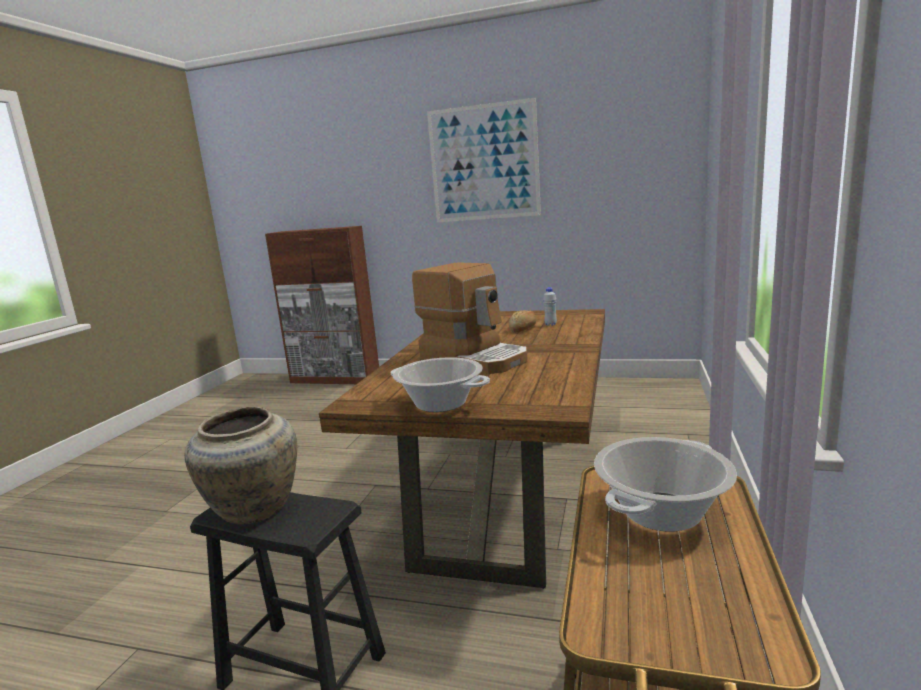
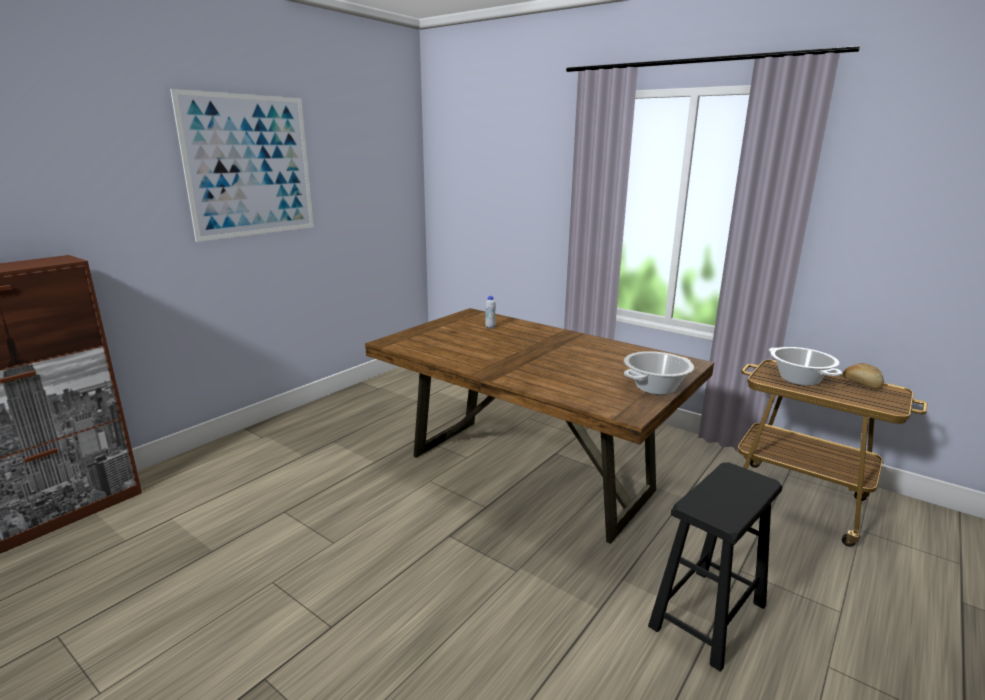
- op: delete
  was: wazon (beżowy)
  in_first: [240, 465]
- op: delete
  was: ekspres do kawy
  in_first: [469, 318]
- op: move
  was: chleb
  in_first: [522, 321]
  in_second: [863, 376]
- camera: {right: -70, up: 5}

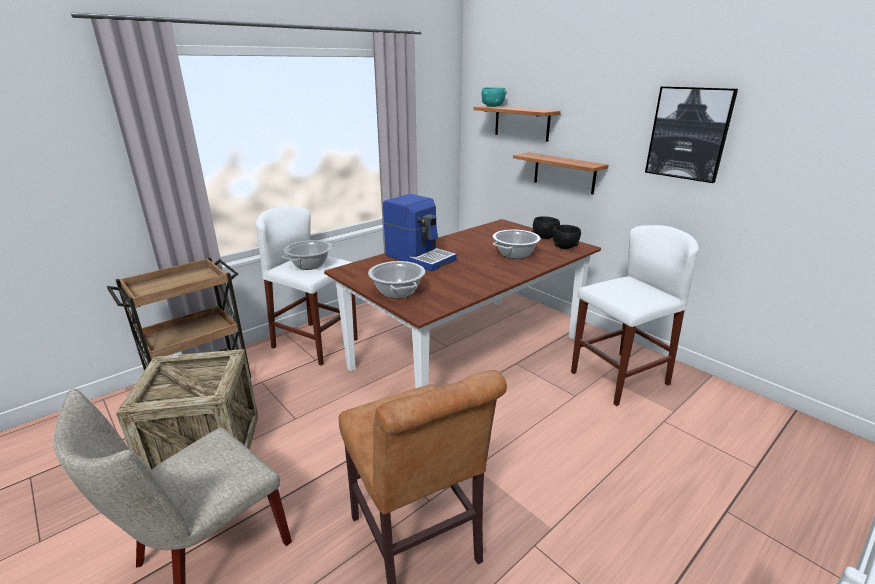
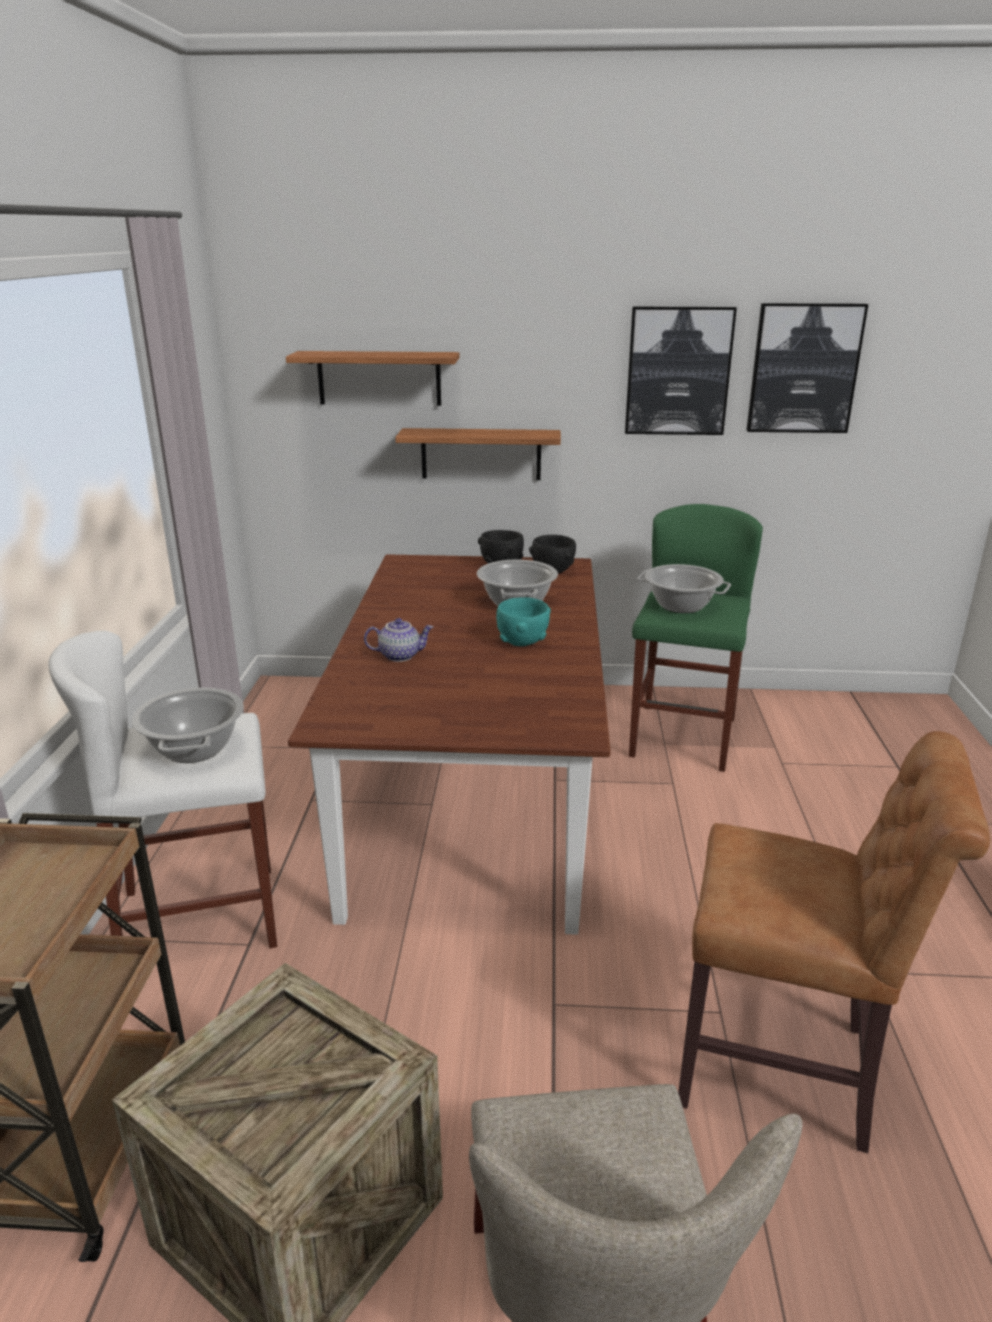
- op: move
  was: garnek
  in_first: [396, 280]
  in_second: [684, 588]
- op: replace
  was: ekspres do kawy
  now: imbryk
  in_first: [420, 232]
  in_second: [399, 640]
- op: move
  was: miska (turkusowy)
  in_first: [494, 97]
  in_second: [523, 621]
- op: recolor
  was: stołek (biały)
  now: stołek (zielony)
  in_first: [635, 315]
  in_second: [696, 638]
- op: insert
  now: obraz
  in_second: [807, 368]
- camera: {right: -45, up: 0}

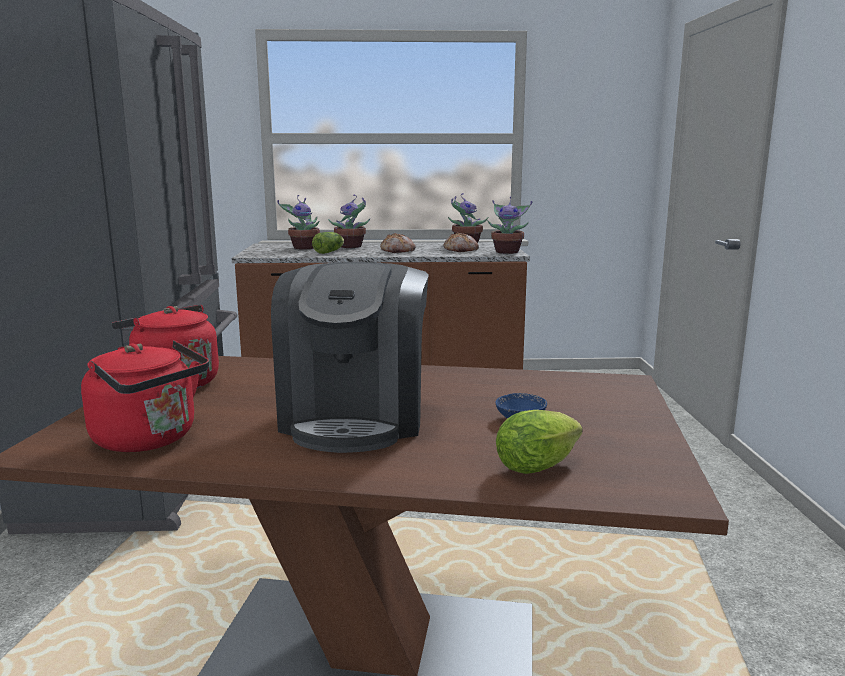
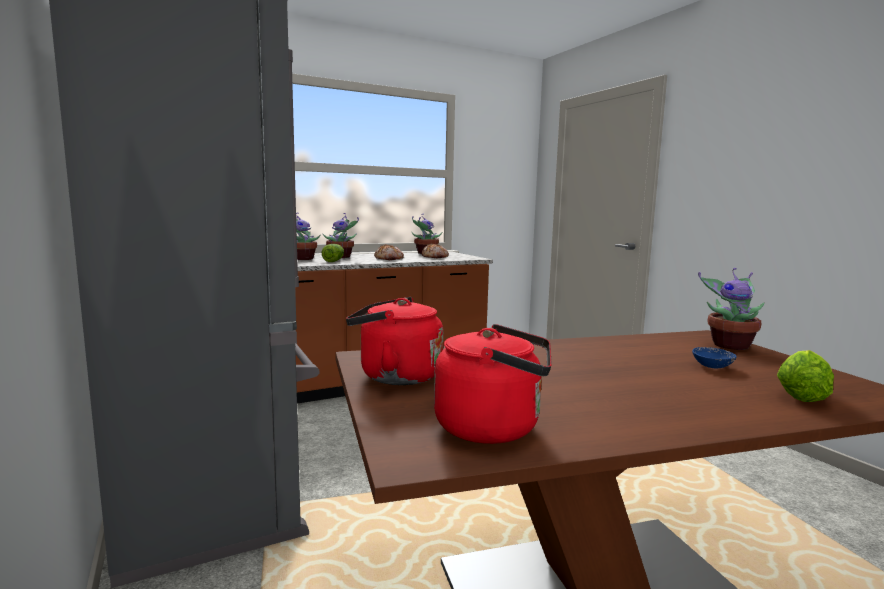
- op: delete
  was: ekspres do kawy
  in_first: [350, 357]
- op: move
  was: roślina doniczkowa
  in_first: [509, 225]
  in_second: [731, 309]
- camera: {right: -25, up: -5}

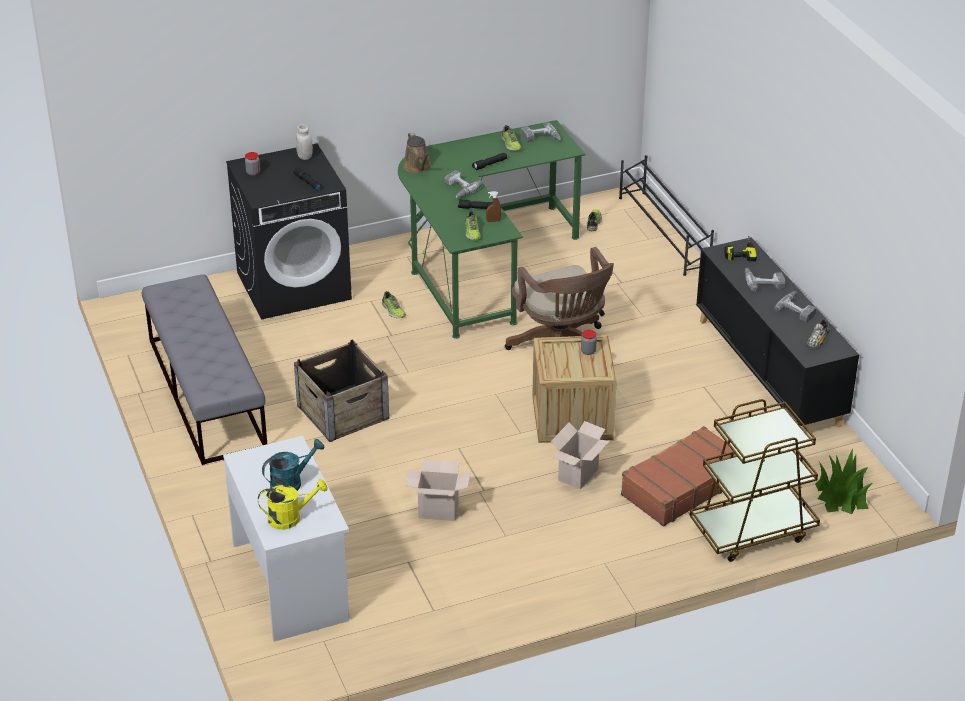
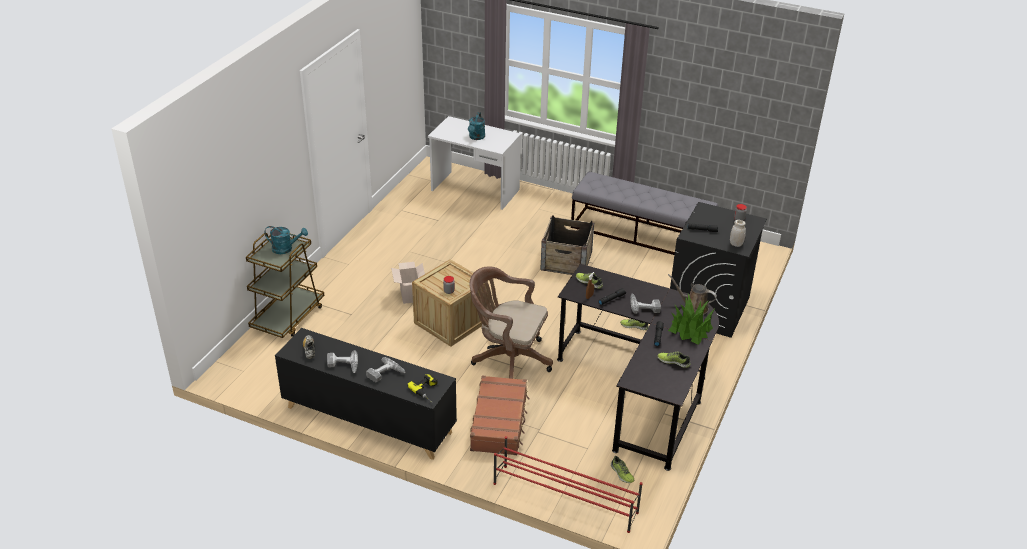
- op: delete
  was: konewka (żółty)
  in_first: [293, 504]
- op: recolor
  was: biurko (zielony)
  now: biurko (czarny)
  in_first: [491, 229]
  in_second: [638, 367]
- op: delete
  was: karton
  in_first: [437, 490]
- op: delete
  was: wiertarka
  in_first: [541, 132]
- op: recolor
  was: regał na buty (czarny)
  now: regał na buty (czerwony)
  in_first: [666, 215]
  in_second: [568, 484]
- op: move
  was: walizka (brązowy)
  in_first: [678, 476]
  in_second: [499, 415]
- op: move
  was: roślina doniczkowa
  in_first: [844, 481]
  in_second: [691, 319]
- op: insert
  now: konewka (turkusowy)
  in_second: [286, 240]
- camera: {right: 135, up: 0}

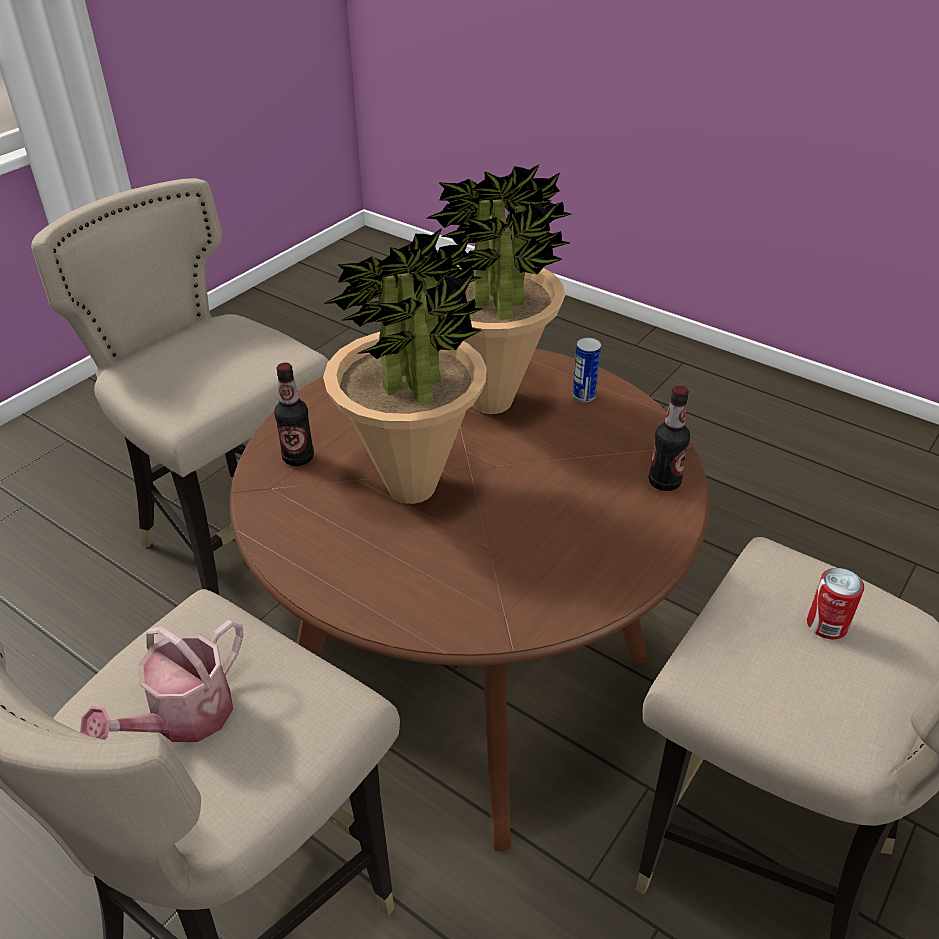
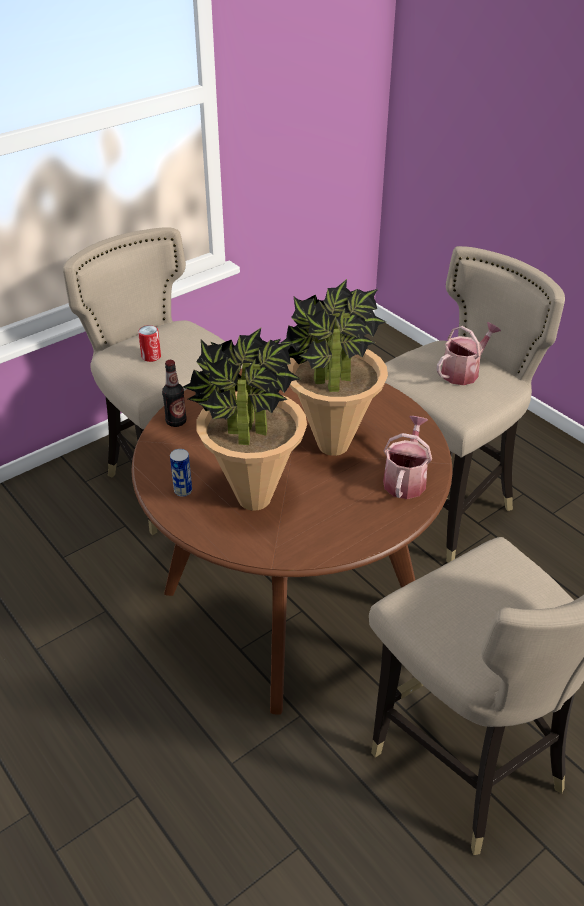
- op: replace
  was: butelka
  now: konewka
  in_first: [294, 414]
  in_second: [407, 457]
- camera: {right: -165, up: 0}

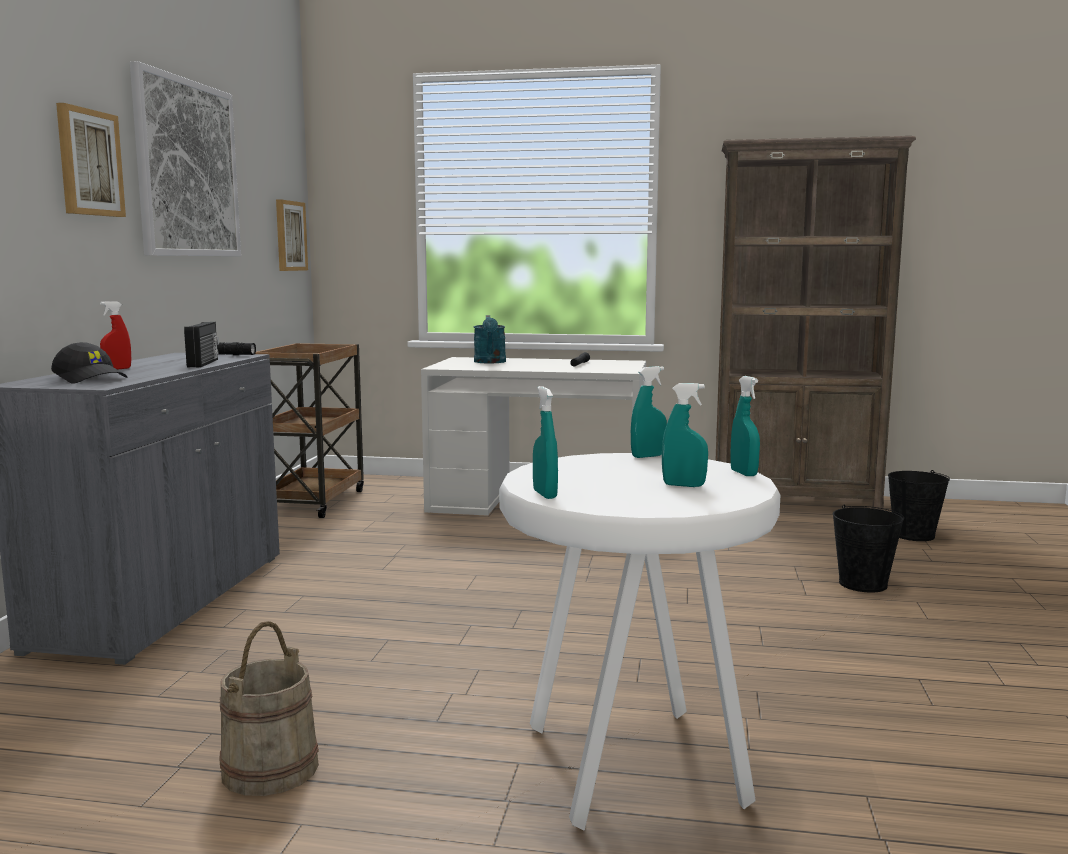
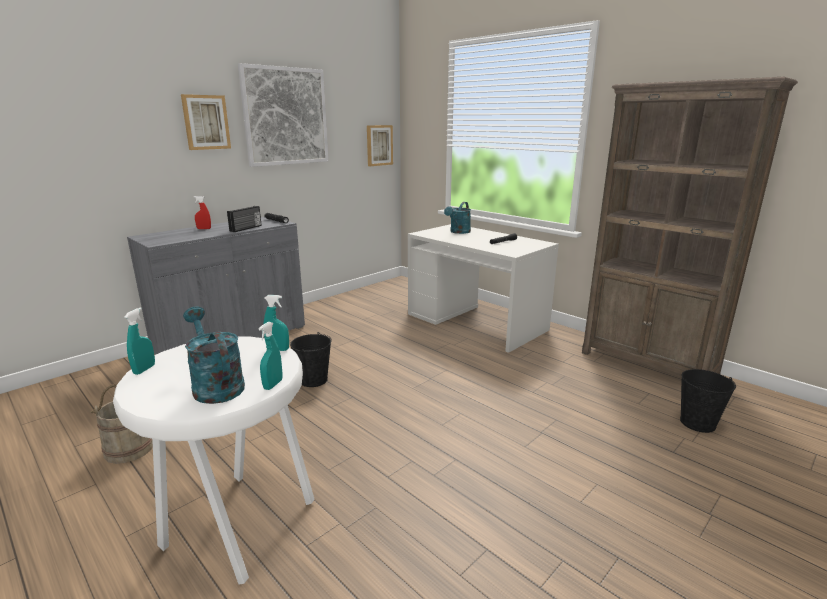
- op: delete
  was: czapka z daszkiem (czarny)
  in_first: [89, 362]
- op: delete
  was: wózek (brązowy)
  in_first: [309, 430]
- op: replace
  was: spryskiwacz (turkusowy)
  now: konewka (turkusowy)
  in_first: [685, 435]
  in_second: [214, 355]
- op: move
  was: wiadro (czarny)
  in_first: [868, 549]
  in_second: [311, 359]
- camera: {right: 35, up: 10}

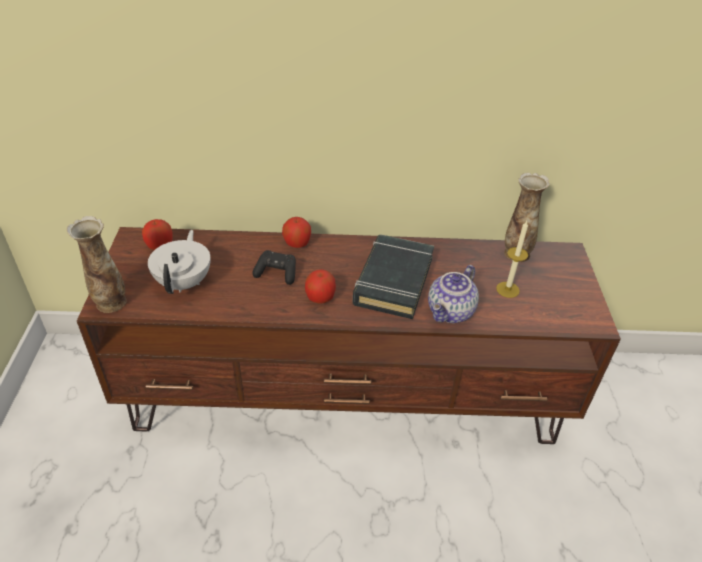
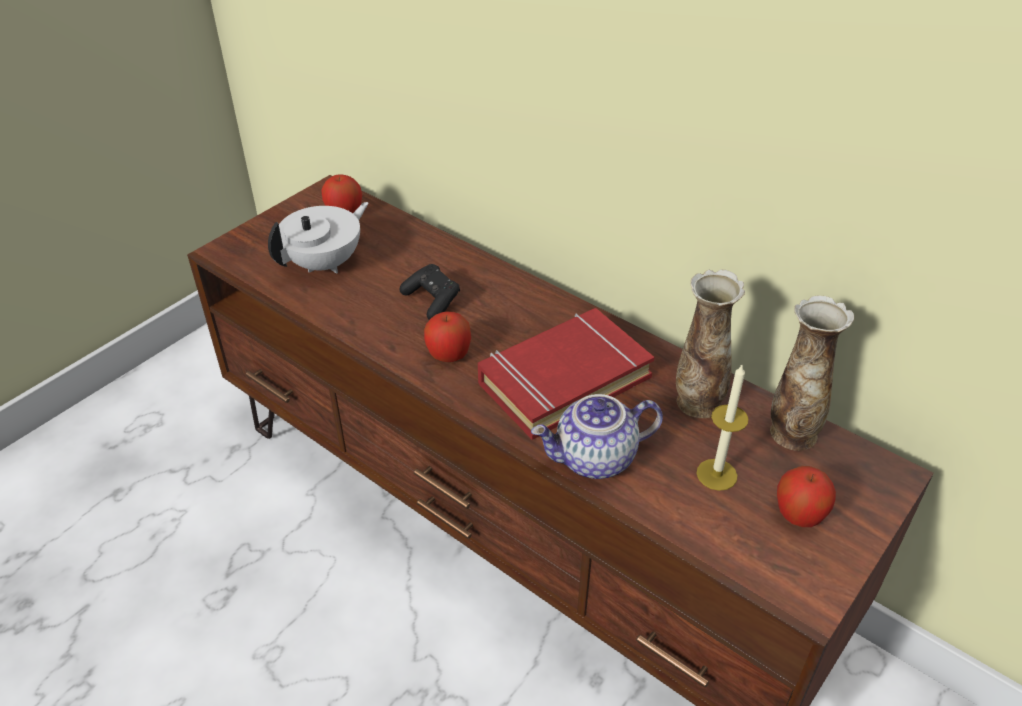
- op: move
  was: wazon
  in_first: [97, 264]
  in_second: [710, 343]
- op: move
  was: jabłko
  in_first: [296, 232]
  in_second: [806, 496]
- op: recolor
  was: książka (czarny)
  now: książka (czerwony)
  in_first: [393, 276]
  in_second: [566, 374]
- camera: {right: 40, up: 0}

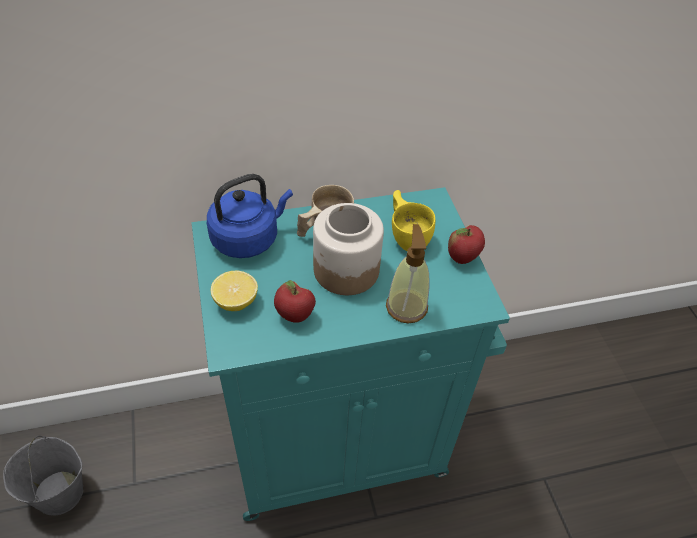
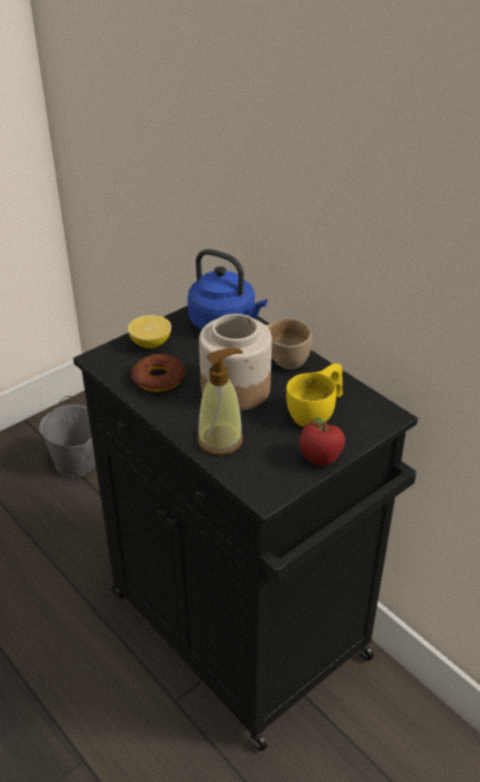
- op: recolor
  was: szafka (turkusowy)
  now: szafka (czarny)
  in_first: [351, 354]
  in_second: [245, 528]
- op: replace
  was: jabłko
  now: donut
  in_first: [295, 301]
  in_second: [159, 373]
- camera: {right: 65, up: -10}

